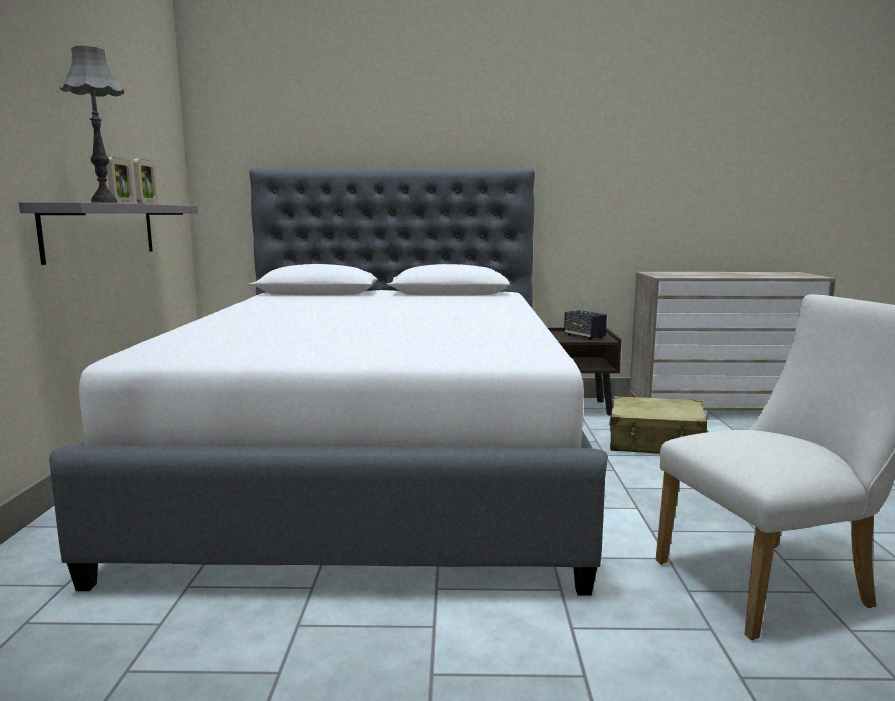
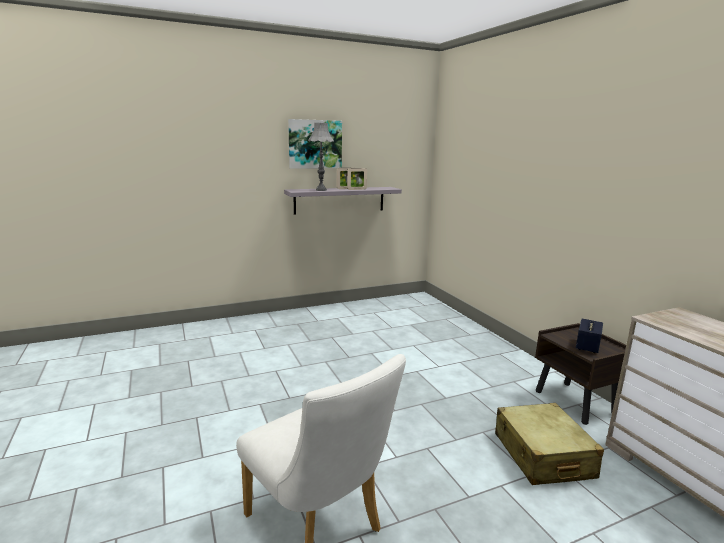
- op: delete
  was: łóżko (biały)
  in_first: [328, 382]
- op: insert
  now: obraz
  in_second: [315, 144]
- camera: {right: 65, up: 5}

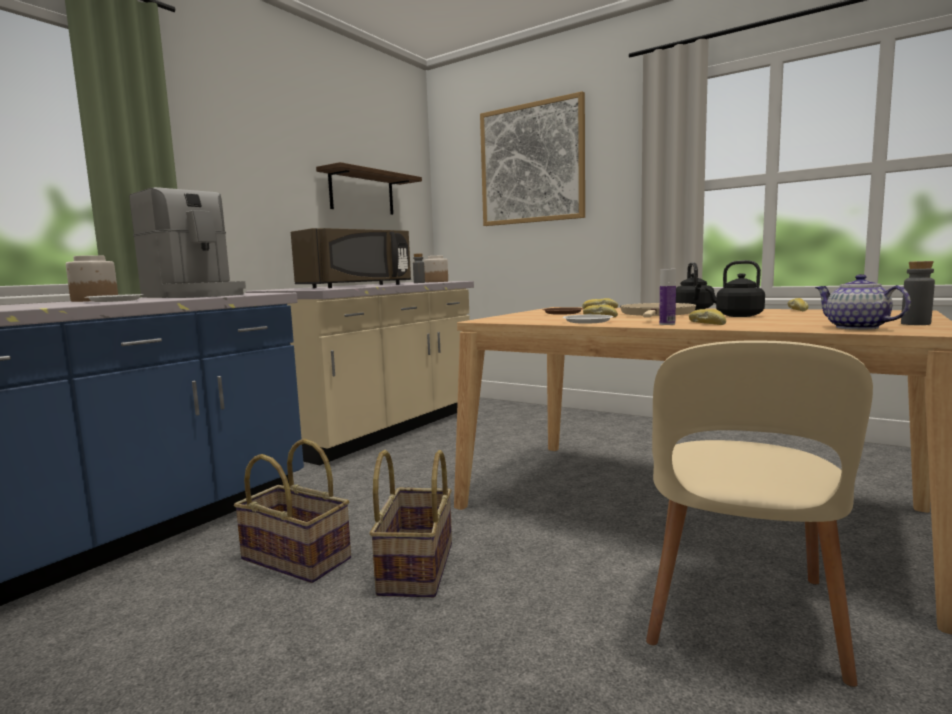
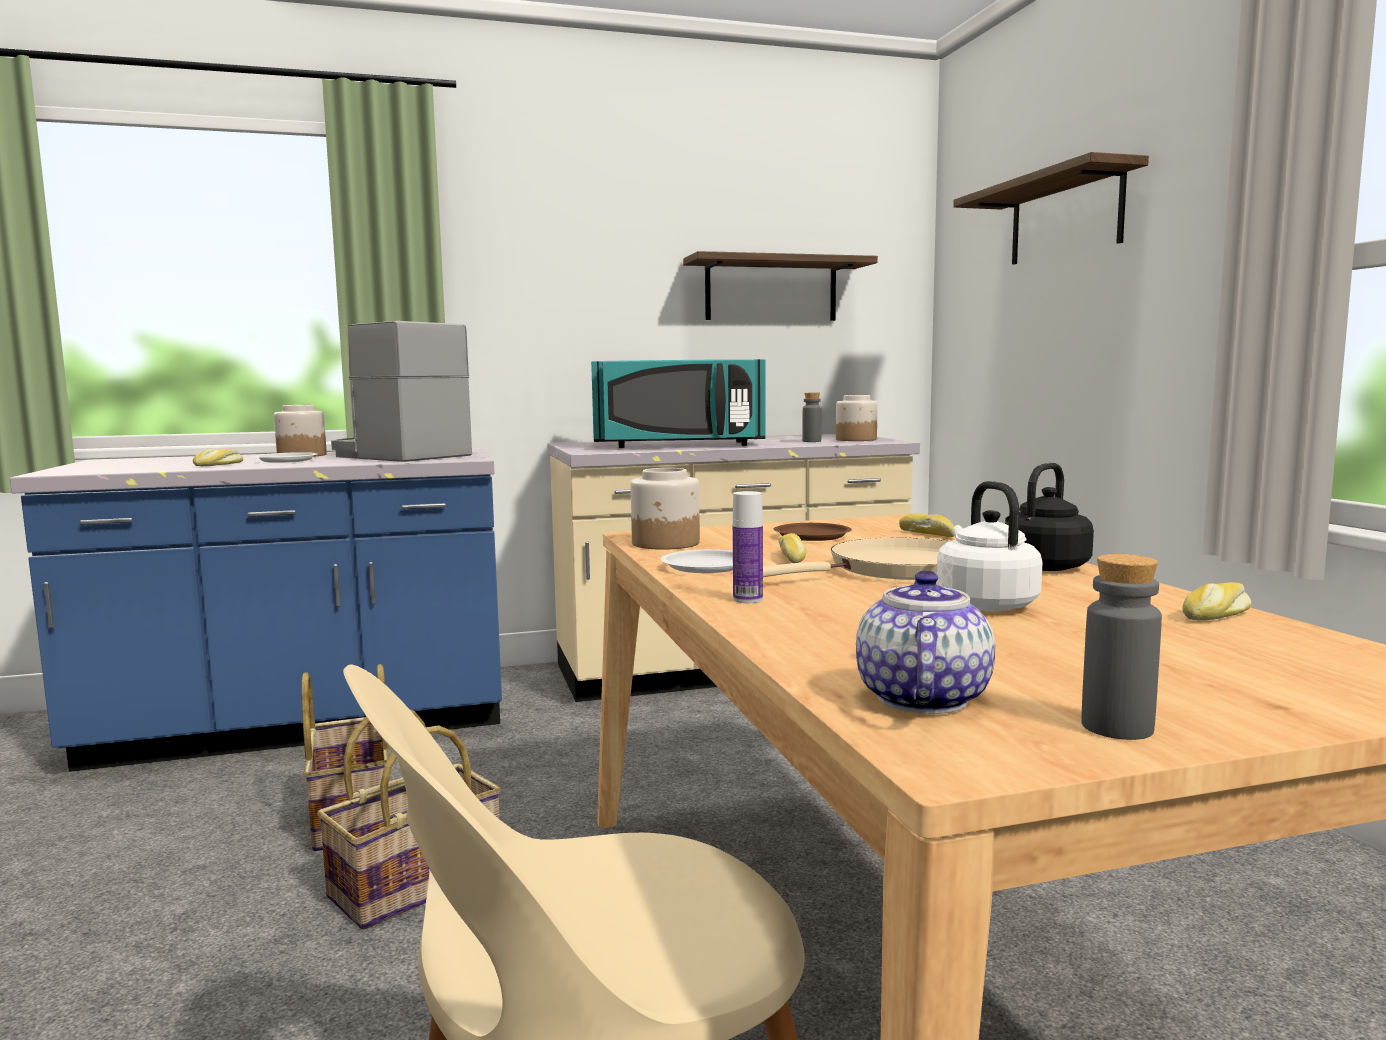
- op: rotate
  was: ekspres do kawy
  in_first: [188, 242]
  in_second: [401, 391]
  clockwise: 135
- op: recolor
  was: mikrofalówka (brązowy)
  now: mikrofalówka (turkusowy)
  in_first: [351, 258]
  in_second: [678, 403]
- op: replace
  was: obraz
  now: półka
  in_first: [532, 158]
  in_second: [1051, 208]
- op: move
  was: chleb
  in_first: [707, 317]
  in_second: [218, 457]
- op: recolor
  was: czajnik (czarny)
  now: czajnik (biały)
  in_first: [735, 288]
  in_second: [990, 546]
- op: insert
  now: słoik
  in_second: [665, 509]
- camera: {right: 40, up: 0}

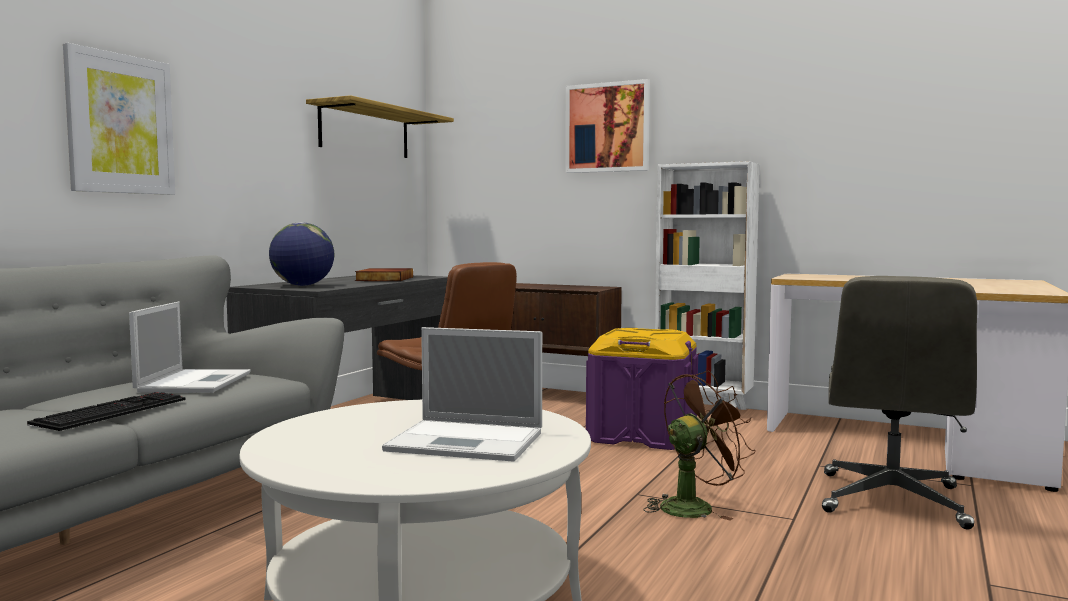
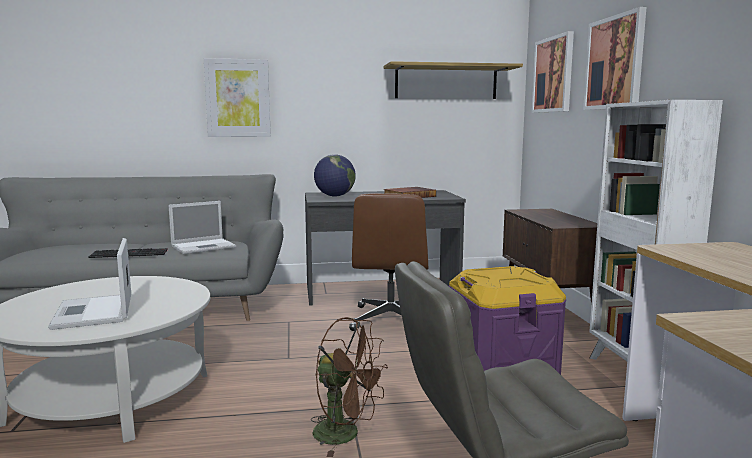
- op: insert
  now: obraz
  in_second: [553, 72]
- camera: {right: 55, up: 5}

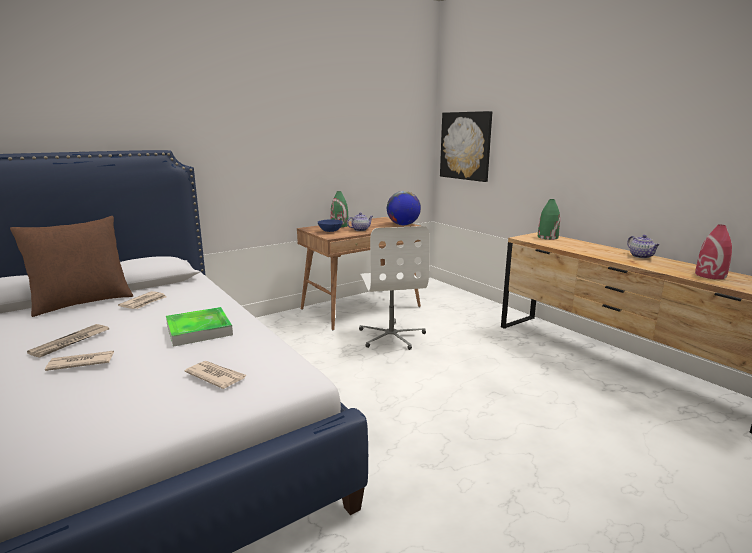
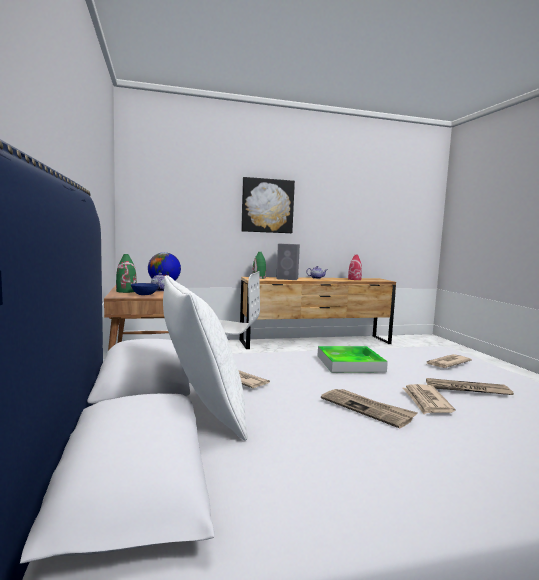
- op: recolor
  was: poduszka (brązowy)
  now: poduszka (biały)
  in_first: [71, 266]
  in_second: [205, 358]
- op: move
  was: obraz
  in_first: [466, 146]
  in_second: [268, 205]
- op: insert
  now: głośnik (szary)
  in_second: [288, 262]
- op: insert
  now: gazeta
  in_second: [470, 386]
- camera: {right: -70, up: -10}

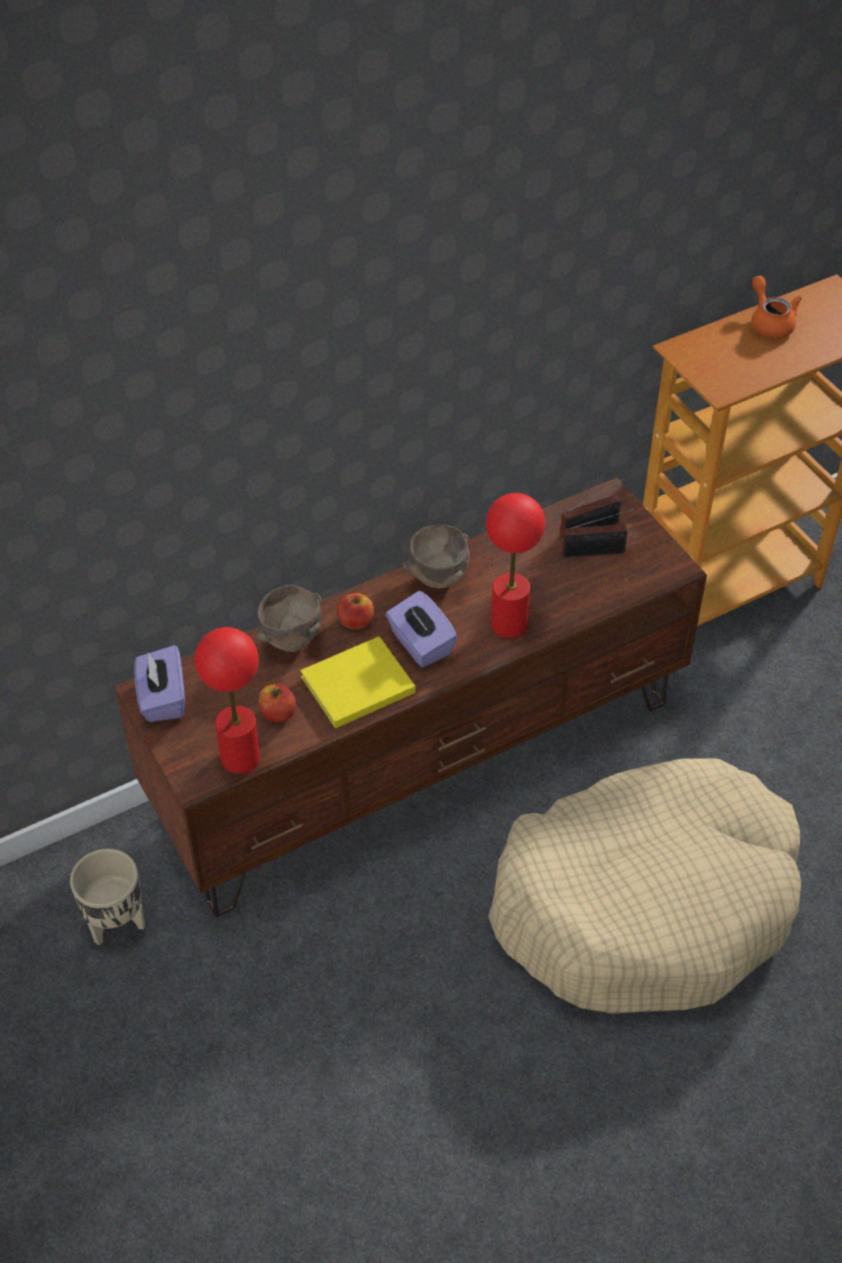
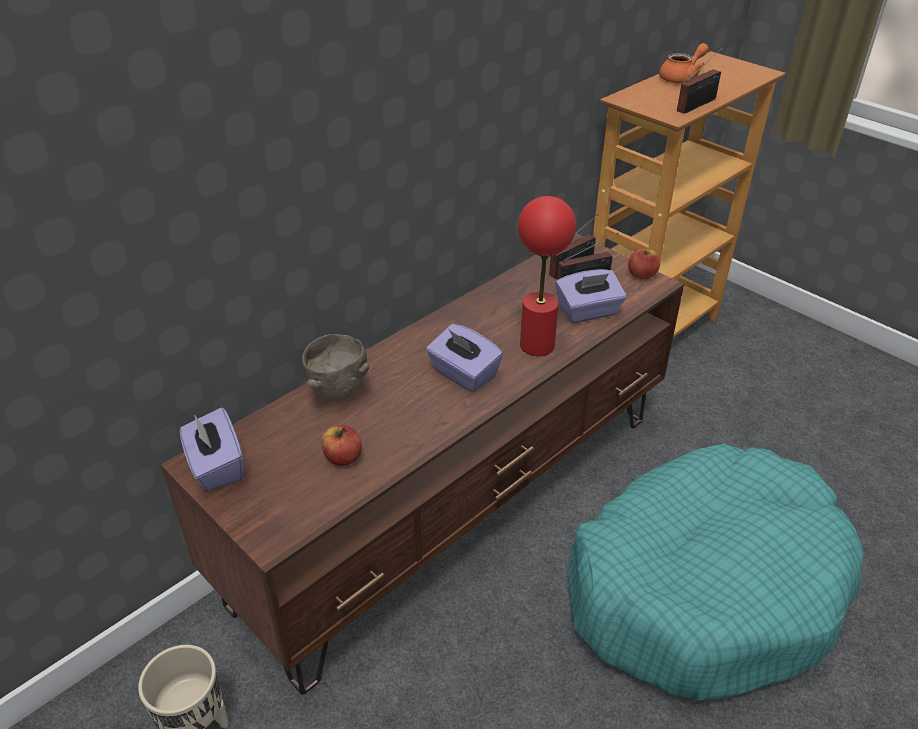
- op: delete
  was: lampa stołowa (czerwony)
  in_first: [227, 700]
- op: delete
  was: książka (żółty)
  in_first: [357, 682]
- op: move
  was: jabłko
  in_first: [355, 611]
  in_second: [644, 264]
- op: delete
  was: miska (brązowy)
  in_first: [436, 556]
- op: recolor
  was: legowisko (beżowy)
  now: legowisko (turkusowy)
  in_first: [644, 886]
  in_second: [716, 572]
- op: rotate
  was: imbryk (pomarańczowy)
  in_first: [776, 307]
  in_second: [684, 63]
  clockwise: 90
- op: insert
  now: pudełko chusteczek (fioletowy)
  in_second: [591, 296]
- op: insert
  now: radio
  in_second: [700, 80]
- camera: {right: -15, up: -10}

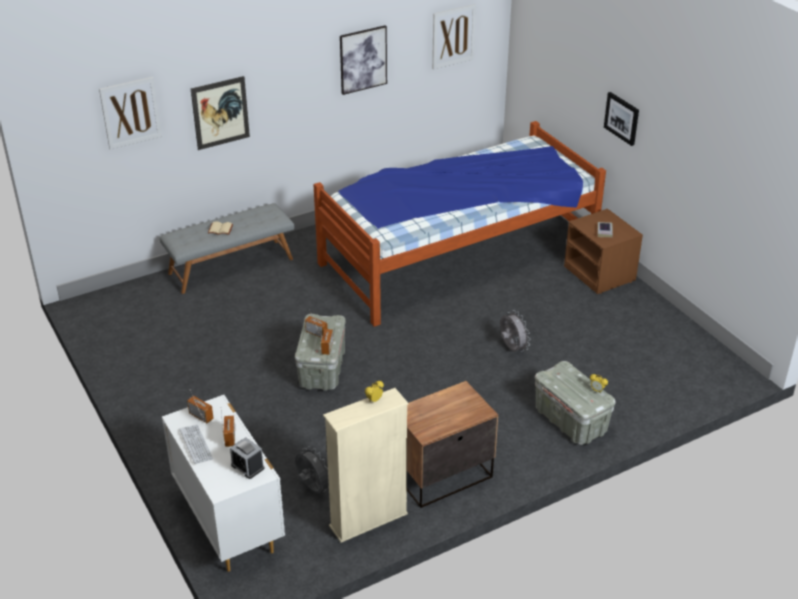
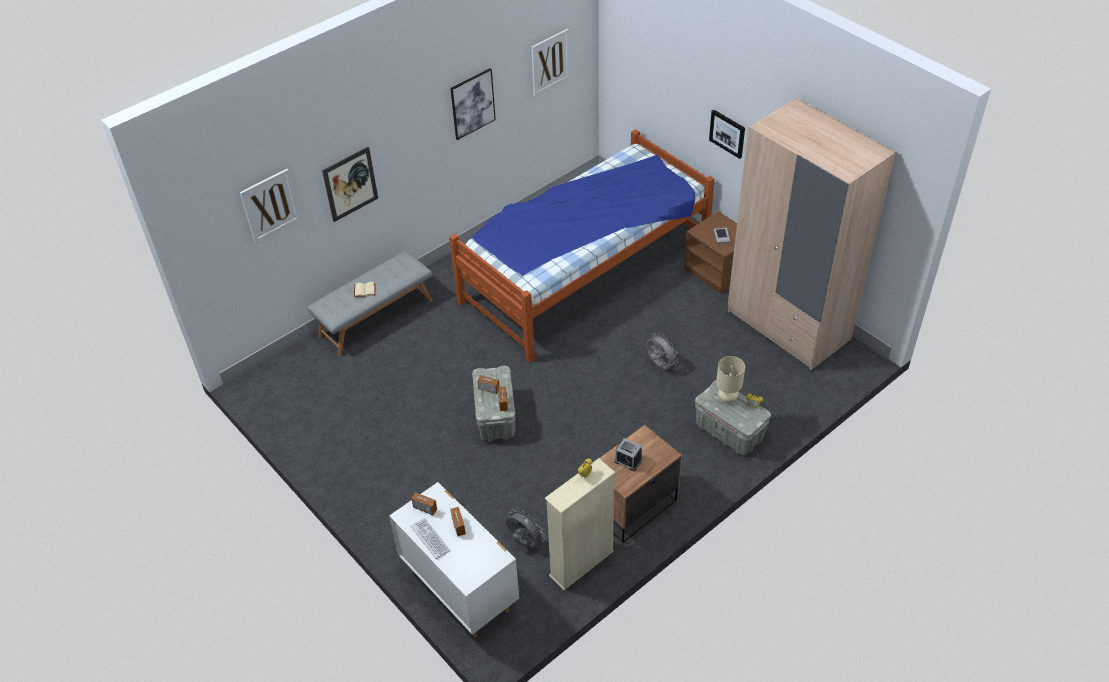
- op: move
  was: budzik
  in_first: [247, 458]
  in_second: [628, 454]
- op: insert
  now: lampa stołowa (beżowy)
  in_second: [730, 379]
- op: insert
  now: szafa (beżowy)
  in_second: [811, 234]
- camera: {right: -10, up: 10}

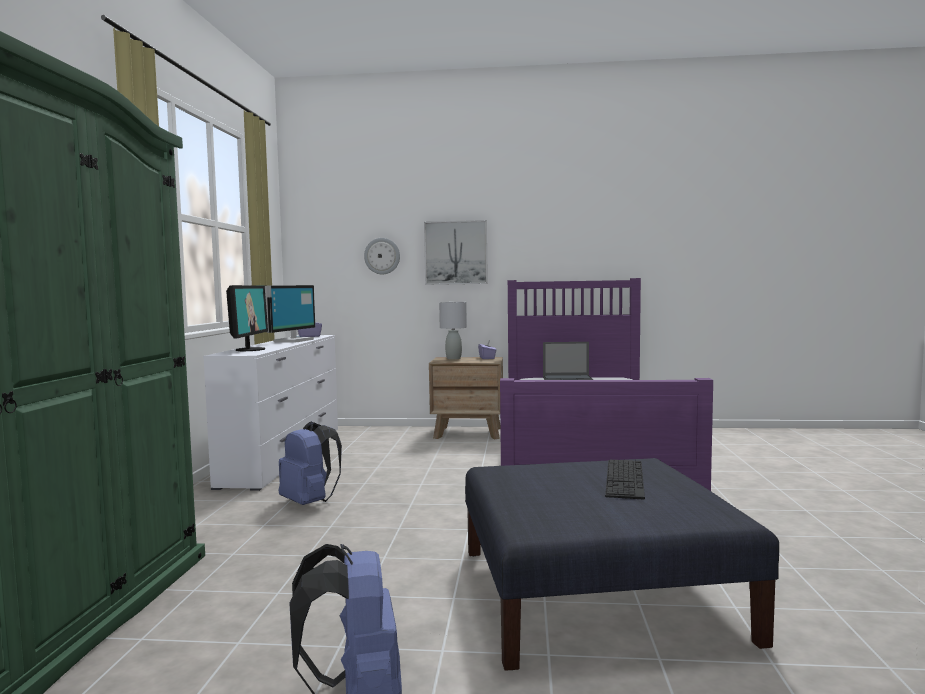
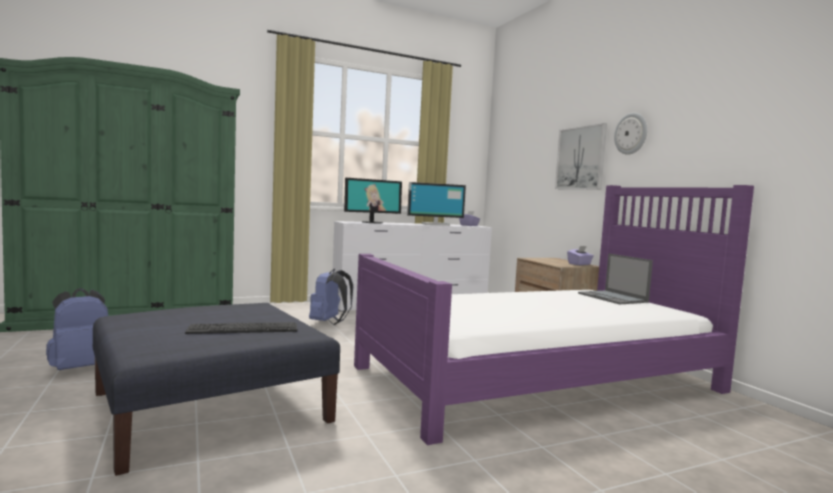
- op: move
  was: zegar ścienny
  in_first: [382, 256]
  in_second: [630, 134]
- op: delete
  was: lampa stołowa (szary)
  in_first: [453, 330]
- camera: {right: 60, up: 0}

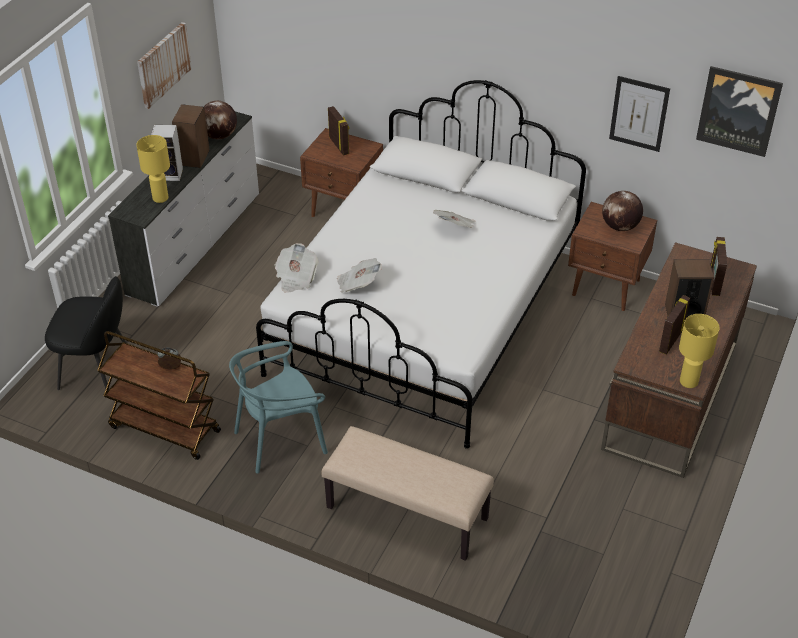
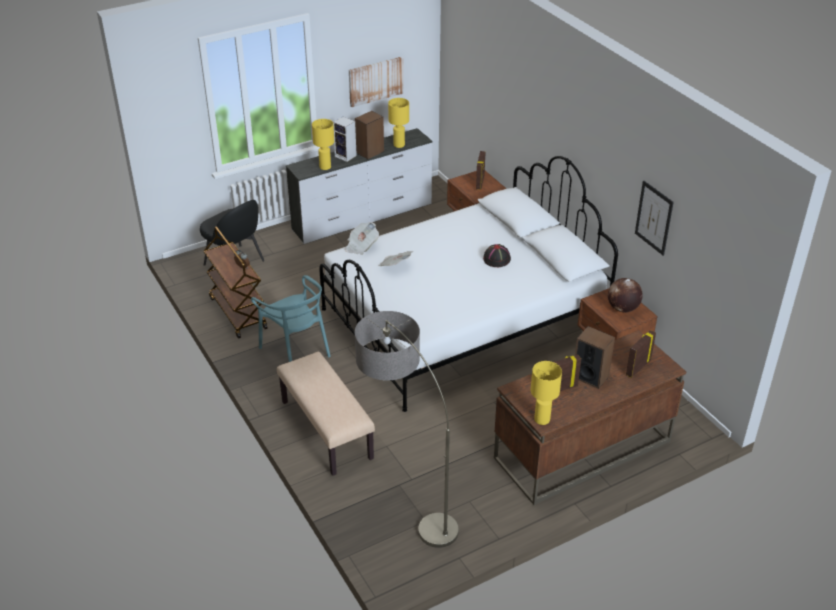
- op: replace
  was: globus
  now: lampa stołowa (żółty)
  in_first: [220, 120]
  in_second: [398, 123]
- op: rotate
  was: krzesło (turkusowy)
  in_first: [278, 407]
  in_second: [291, 318]
  clockwise: -135
- op: replace
  was: gazeta
  now: kapelusz (czarny)
  in_first: [454, 219]
  in_second: [497, 255]
- op: delete
  was: obraz
  in_first: [739, 111]
- op: insert
  now: lampa stojąca
  in_second: [407, 429]
- camera: {right: 35, up: -5}

